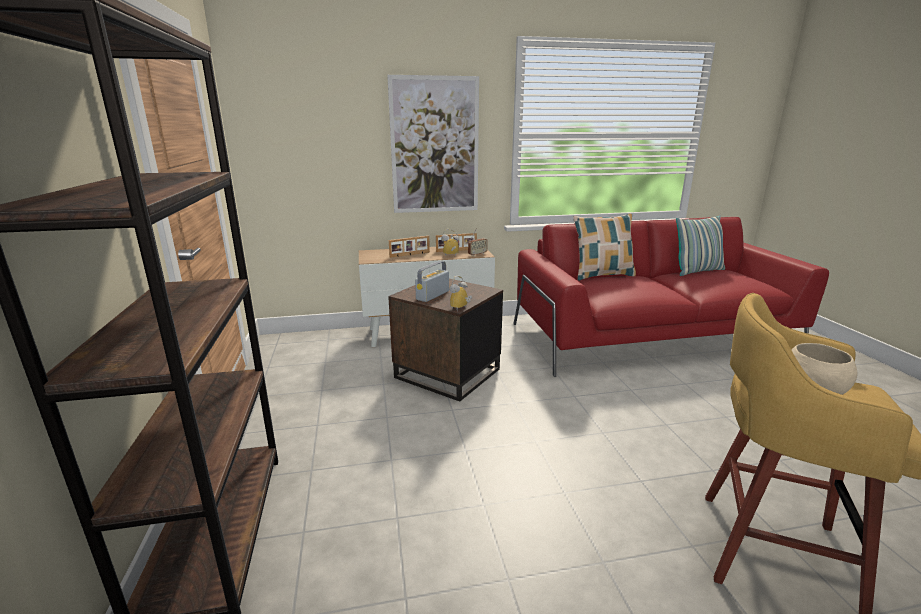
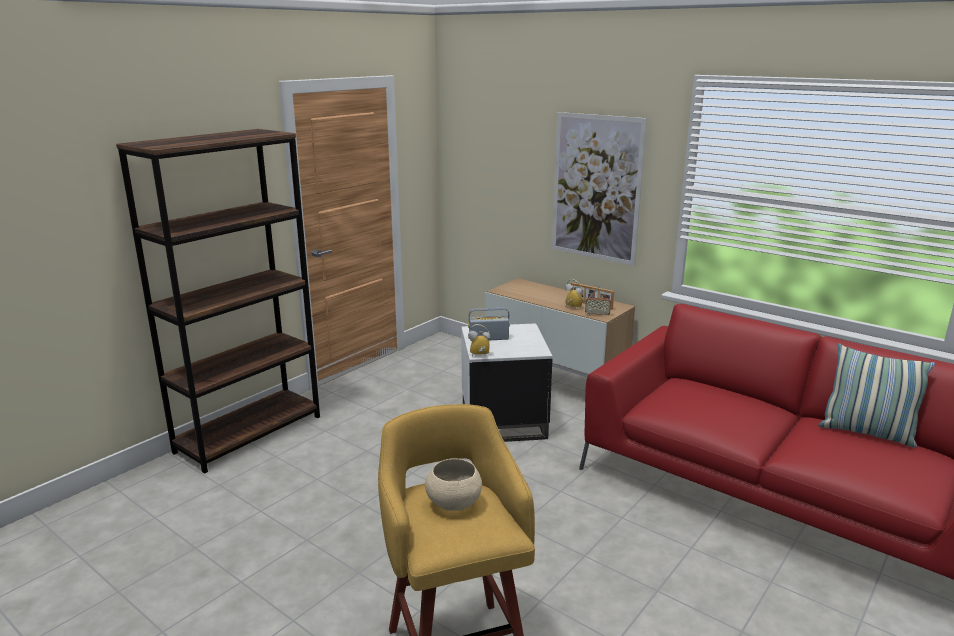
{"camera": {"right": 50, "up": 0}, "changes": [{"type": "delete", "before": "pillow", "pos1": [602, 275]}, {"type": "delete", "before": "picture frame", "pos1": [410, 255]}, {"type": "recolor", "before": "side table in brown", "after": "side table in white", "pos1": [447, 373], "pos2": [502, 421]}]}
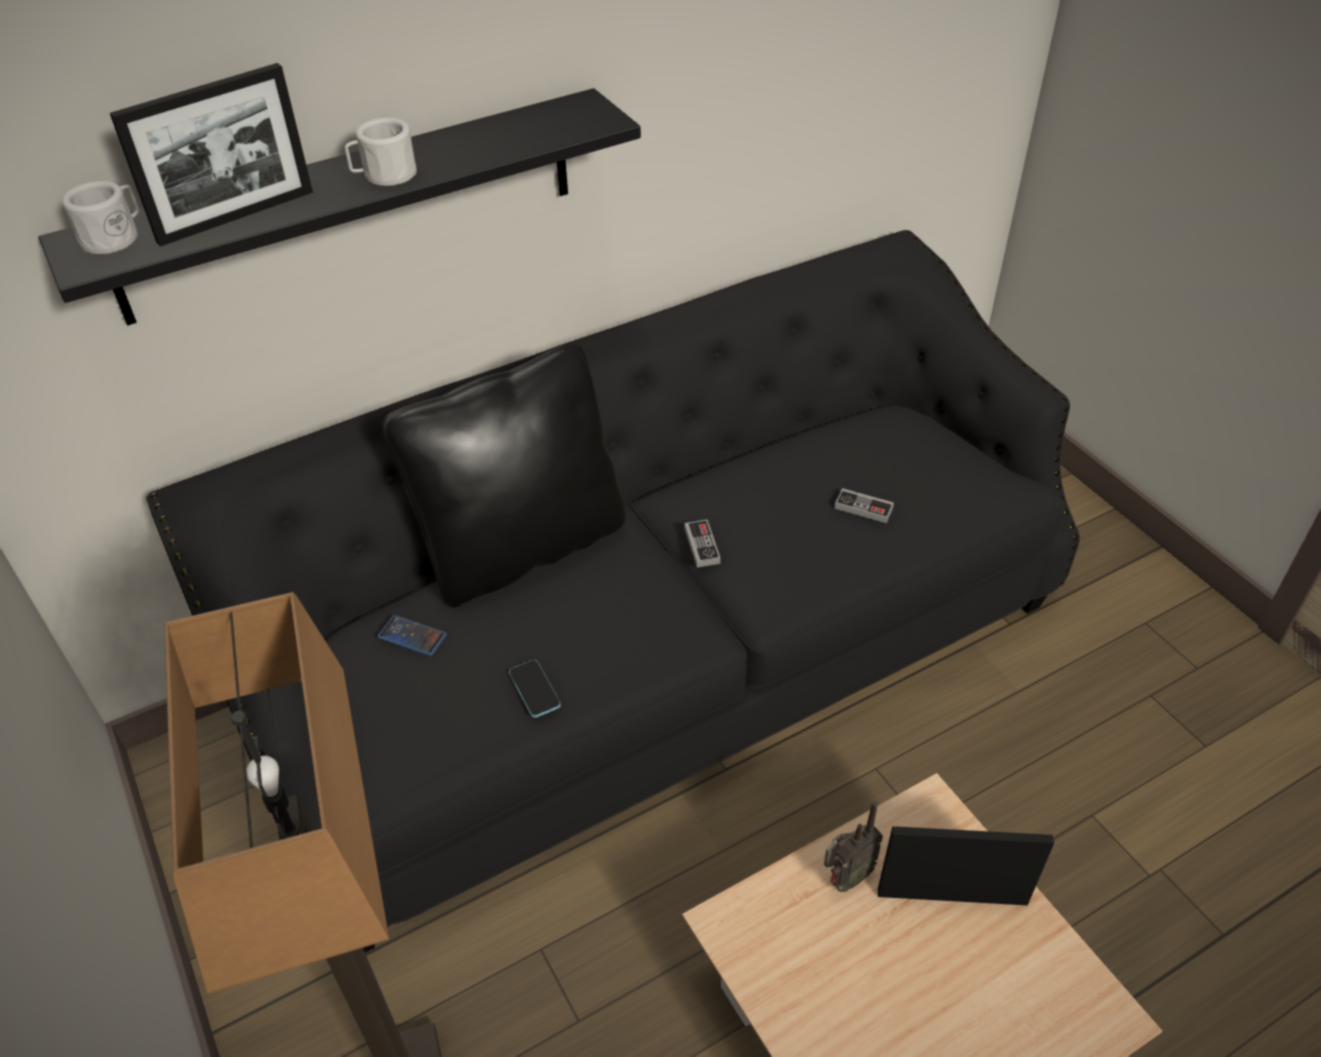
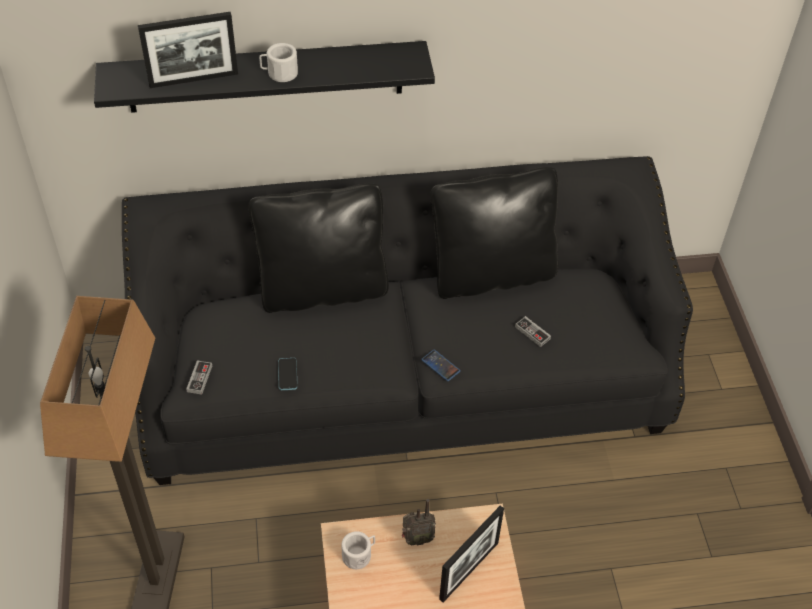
{"camera": {"right": 20, "up": 5}, "changes": [{"type": "move", "before": "mug in white", "pos1": [115, 237], "pos2": [359, 554]}, {"type": "move", "before": "game controller", "pos1": [702, 545], "pos2": [199, 378]}, {"type": "move", "before": "phone", "pos1": [412, 636], "pos2": [440, 365]}, {"type": "rotate", "before": "picture frame", "pos1": [952, 897], "pos2": [469, 571], "turn": 105}, {"type": "insert", "after": "pillow in black", "pos2": [491, 274]}]}
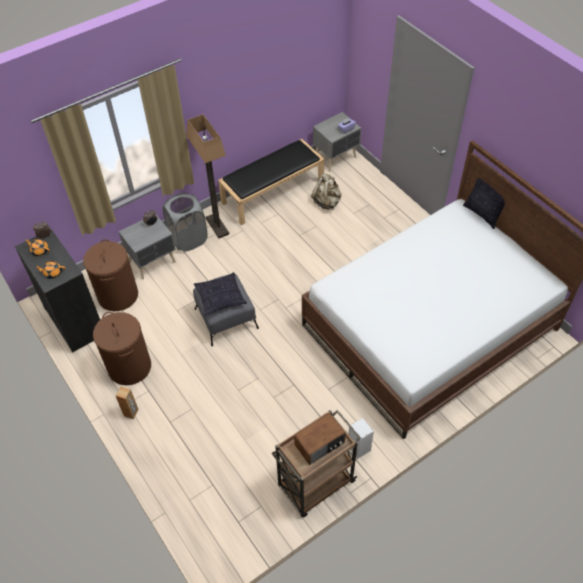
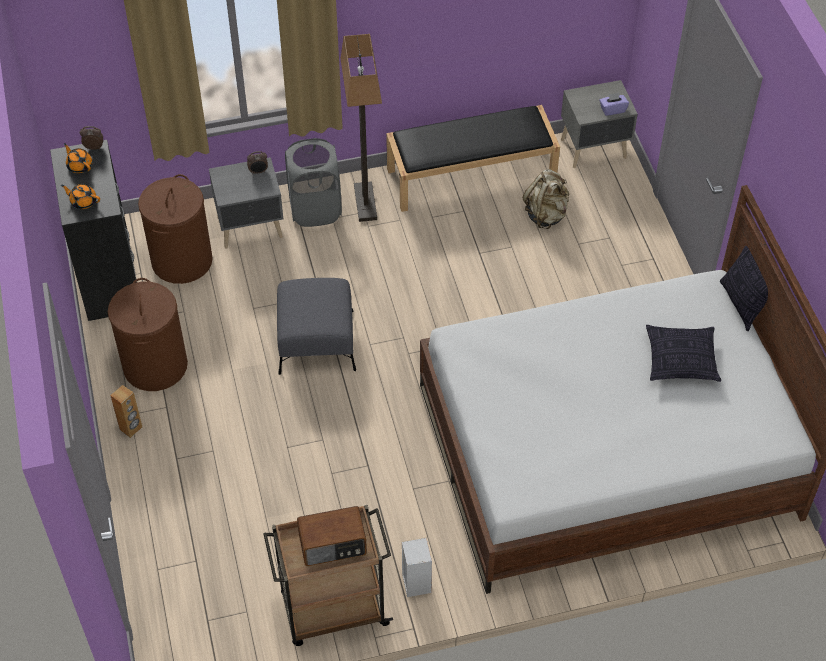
{"camera": {"right": 20, "up": 0}, "changes": [{"type": "move", "before": "pillow", "pos1": [220, 298], "pos2": [681, 360]}]}
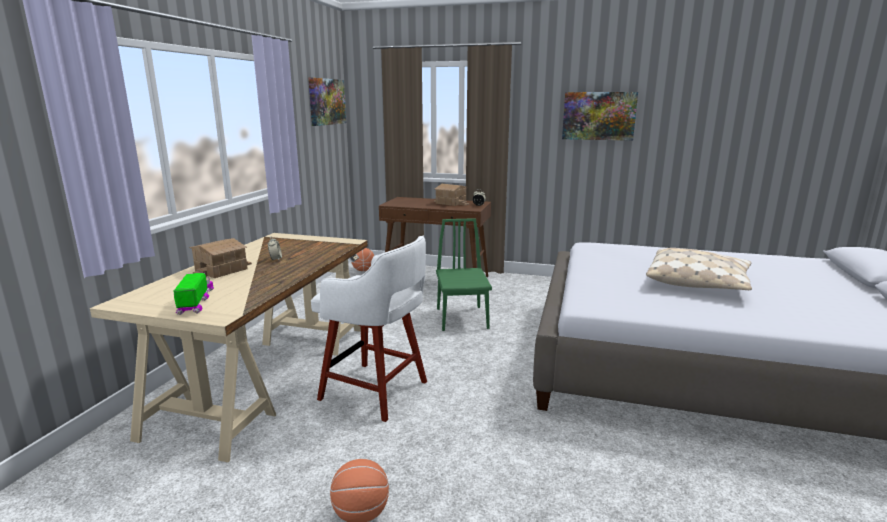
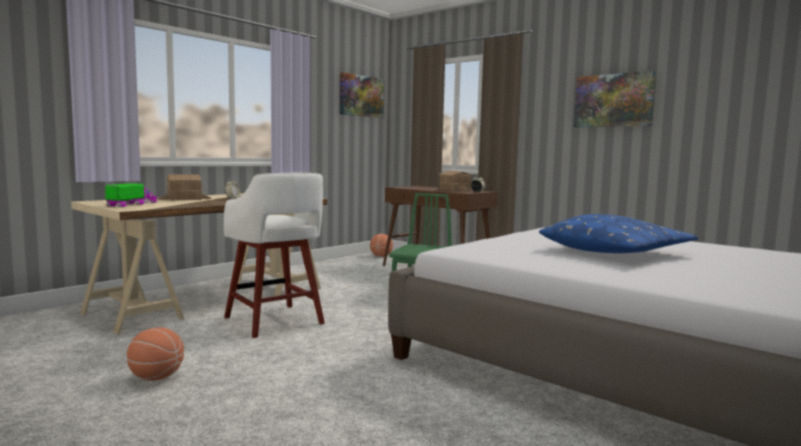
{"camera": {"right": 25, "up": -10}, "changes": [{"type": "recolor", "before": "pillow in beige", "after": "pillow in blue", "pos1": [698, 282], "pos2": [616, 253]}]}
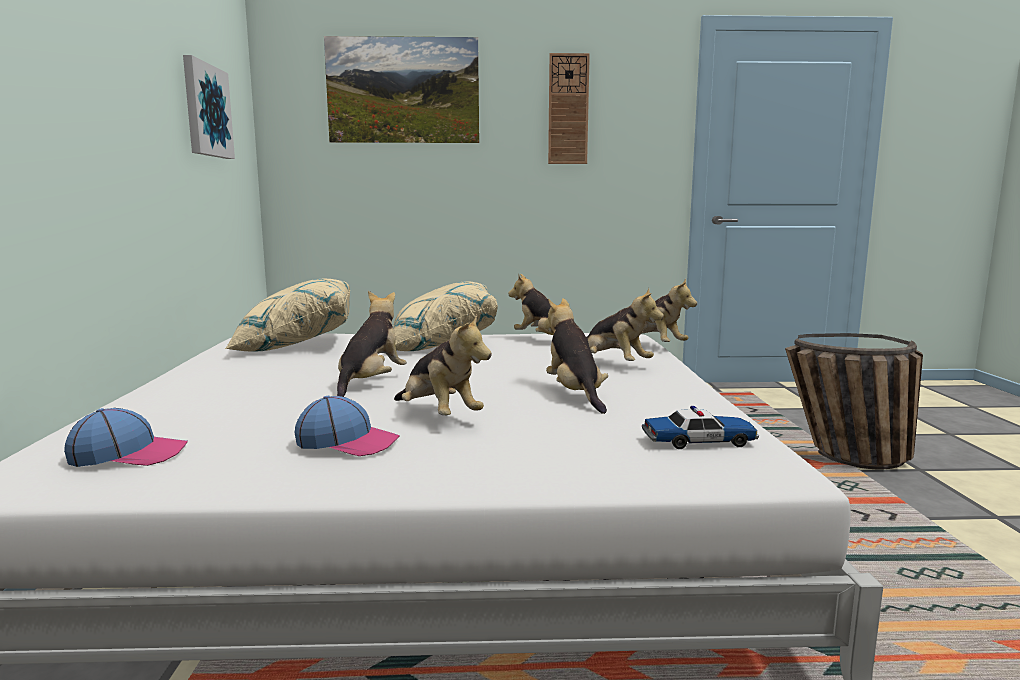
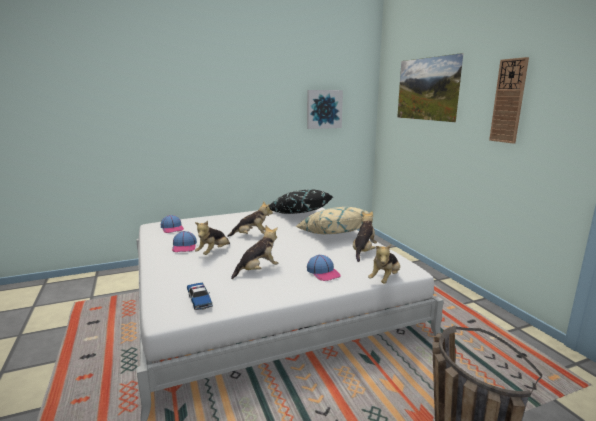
{"camera": {"right": 70, "up": 5}, "changes": [{"type": "recolor", "before": "pillow in beige", "after": "pillow in black", "pos1": [295, 343], "pos2": [298, 213]}, {"type": "replace", "before": "plush toy", "after": "cap", "pos1": [613, 364], "pos2": [323, 273]}]}
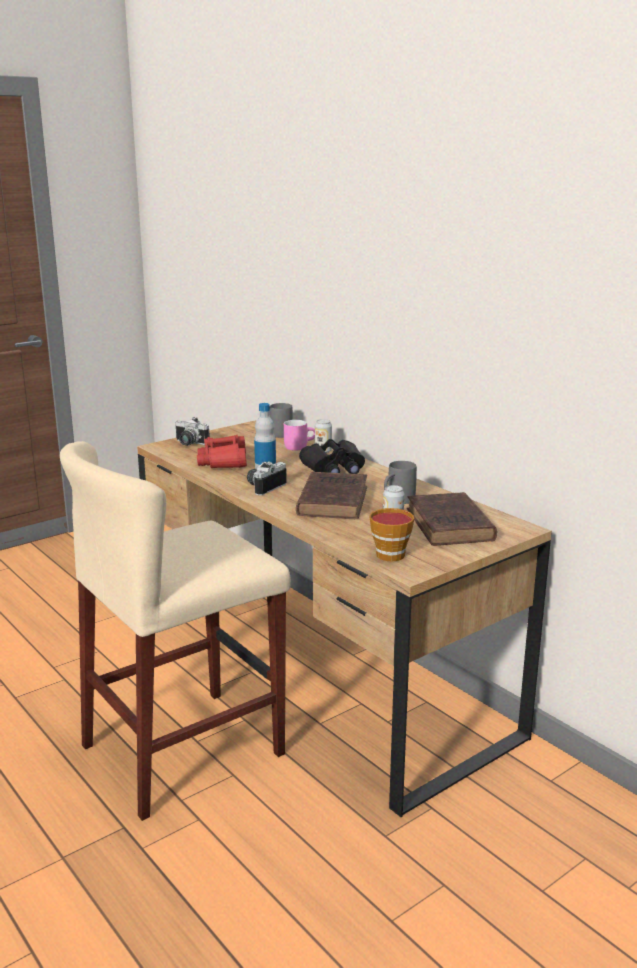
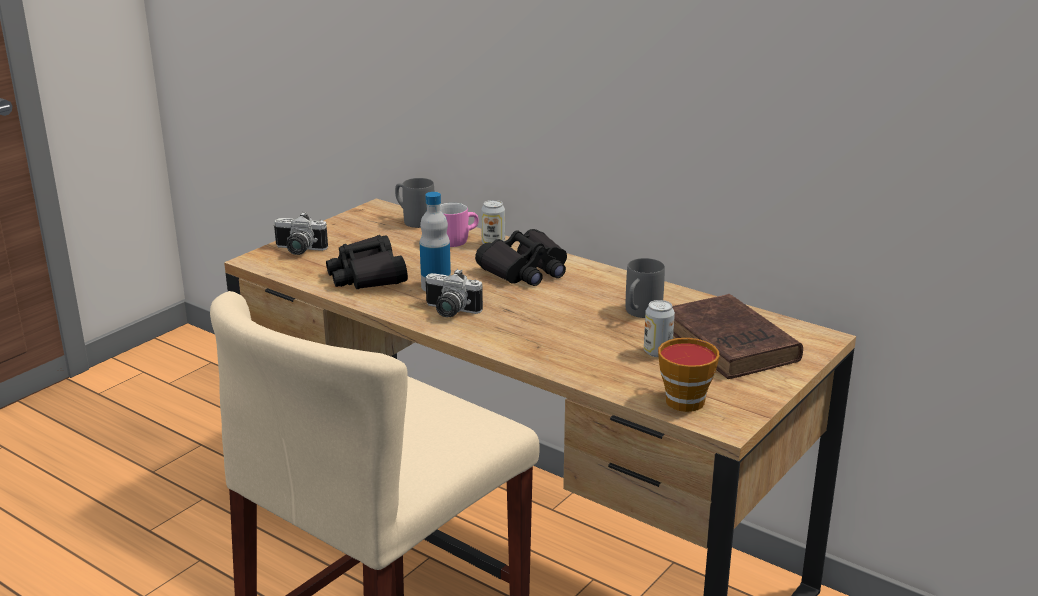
{"camera": {"right": -15, "up": 5}, "changes": [{"type": "recolor", "before": "binoculars in red", "after": "binoculars in black", "pos1": [223, 461], "pos2": [367, 276]}, {"type": "rotate", "before": "photo camera", "pos1": [264, 487], "pos2": [449, 312], "turn": -90}, {"type": "delete", "before": "book in brown", "pos1": [333, 500]}]}
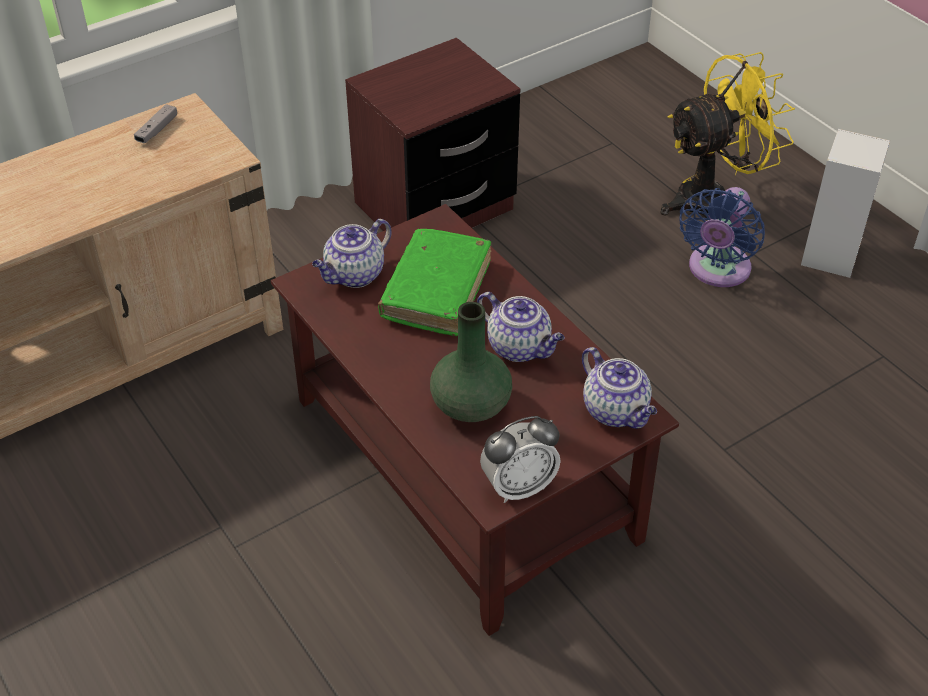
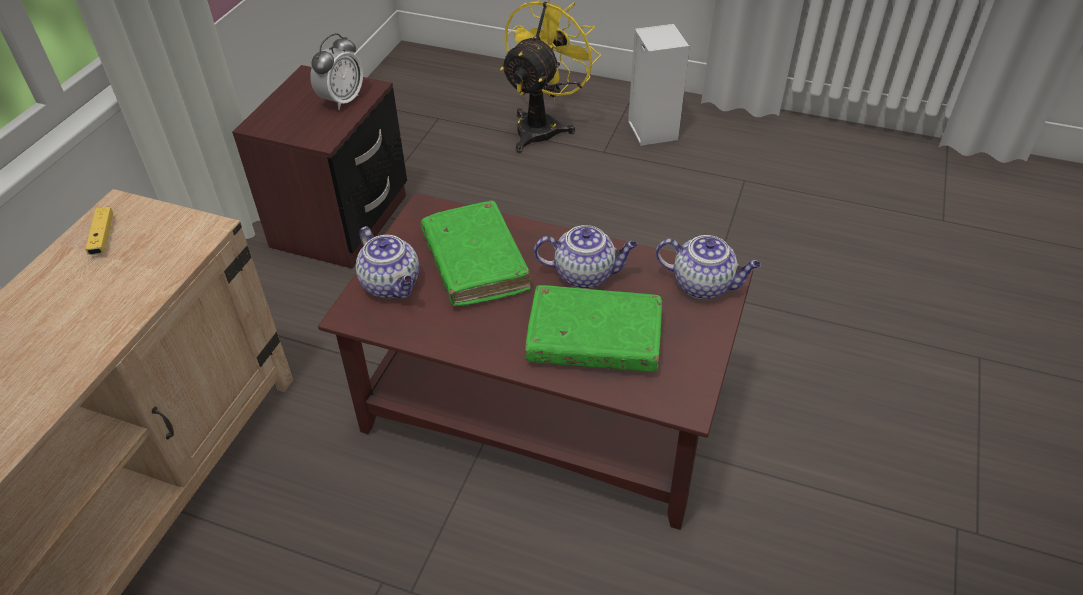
{"camera": {"right": -35, "up": 0}, "changes": [{"type": "recolor", "before": "game controller in grey", "after": "game controller in yellow", "pos1": [157, 130], "pos2": [103, 237]}, {"type": "delete", "before": "fan in blue", "pos1": [717, 271]}, {"type": "rotate", "before": "teapot", "pos1": [354, 275], "pos2": [392, 285], "turn": -45}, {"type": "replace", "before": "vase in green", "after": "book in green", "pos1": [471, 406], "pos2": [594, 340]}, {"type": "move", "before": "alarm clock", "pos1": [518, 487], "pos2": [342, 100]}]}
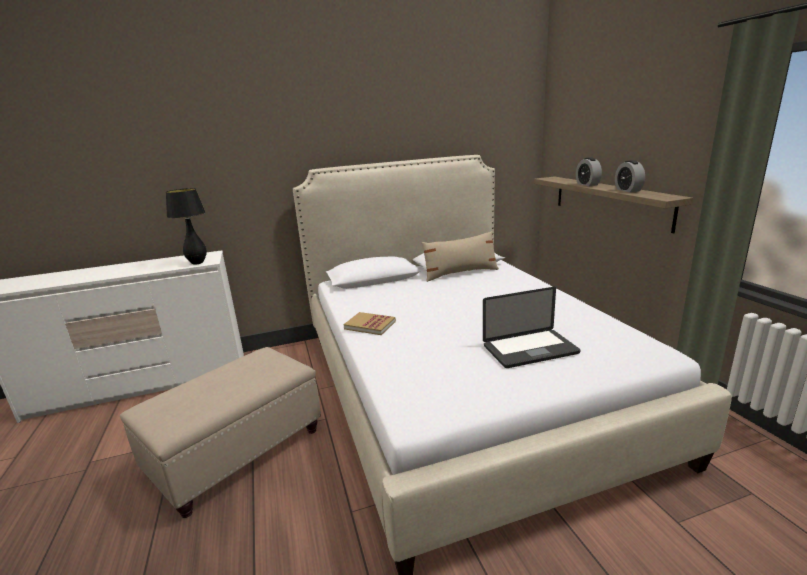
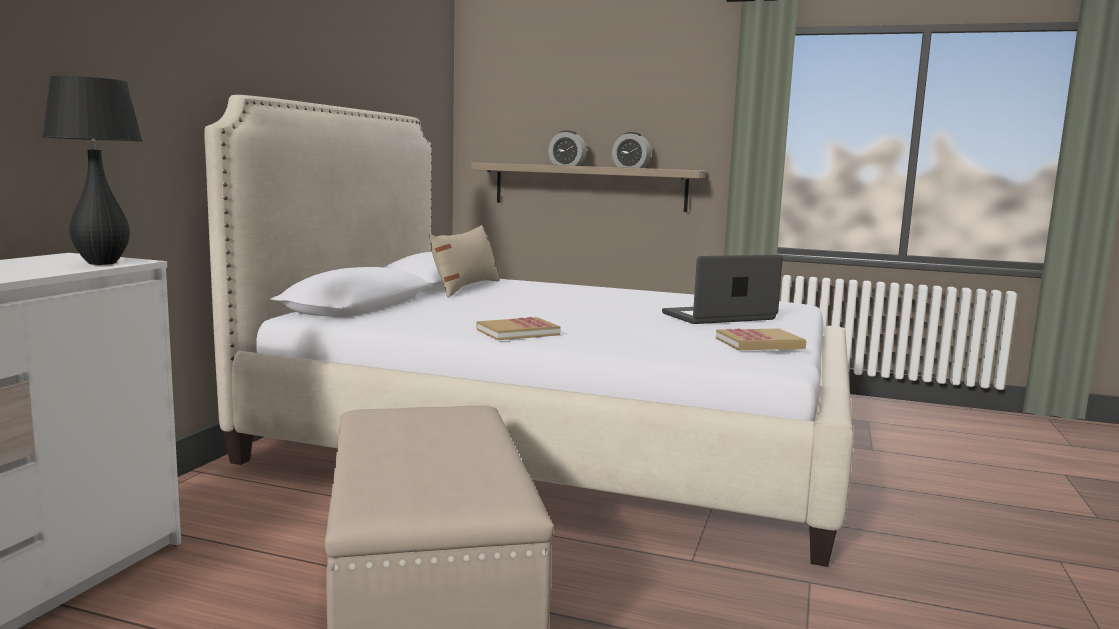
{"camera": {"right": -55, "up": -10}, "changes": [{"type": "rotate", "before": "laptop", "pos1": [530, 349], "pos2": [718, 317], "turn": -135}, {"type": "insert", "after": "book", "pos2": [759, 343]}]}
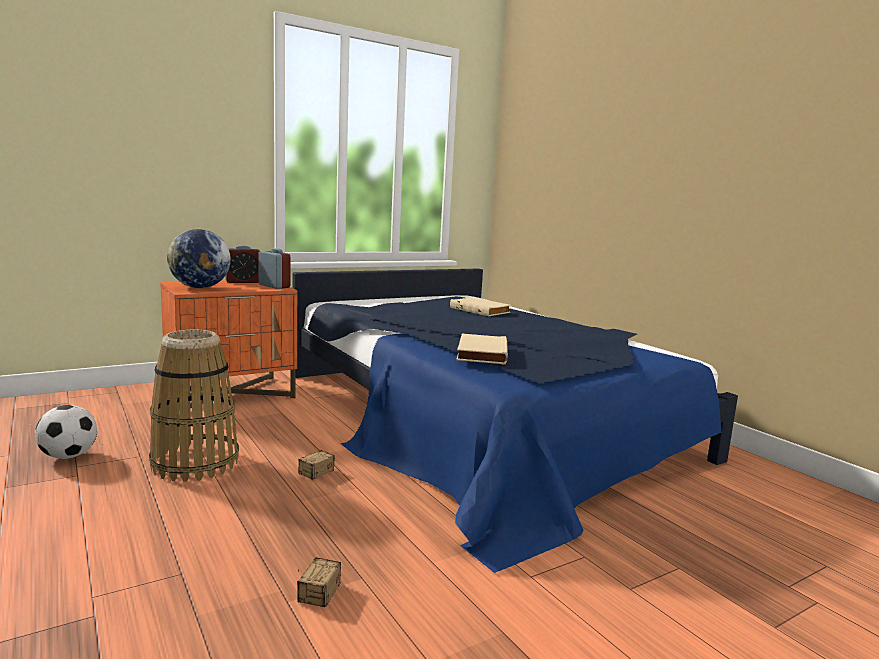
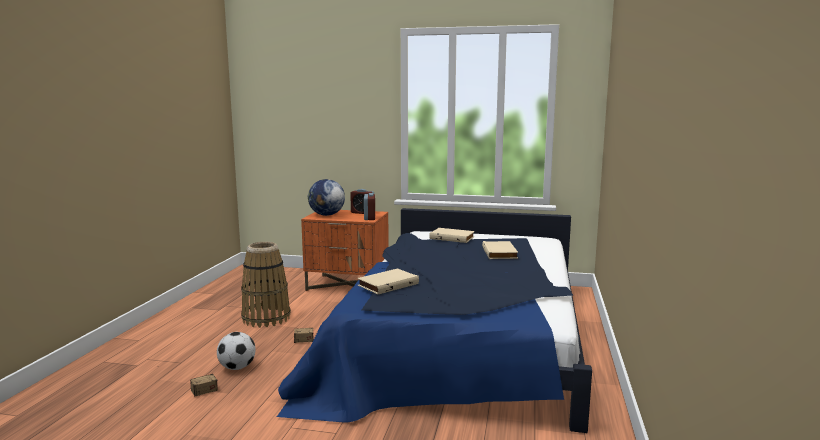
{"camera": {"right": 45, "up": 0}, "changes": [{"type": "move", "before": "football", "pos1": [68, 456], "pos2": [237, 367]}, {"type": "insert", "after": "book in beige", "pos2": [452, 237]}]}
